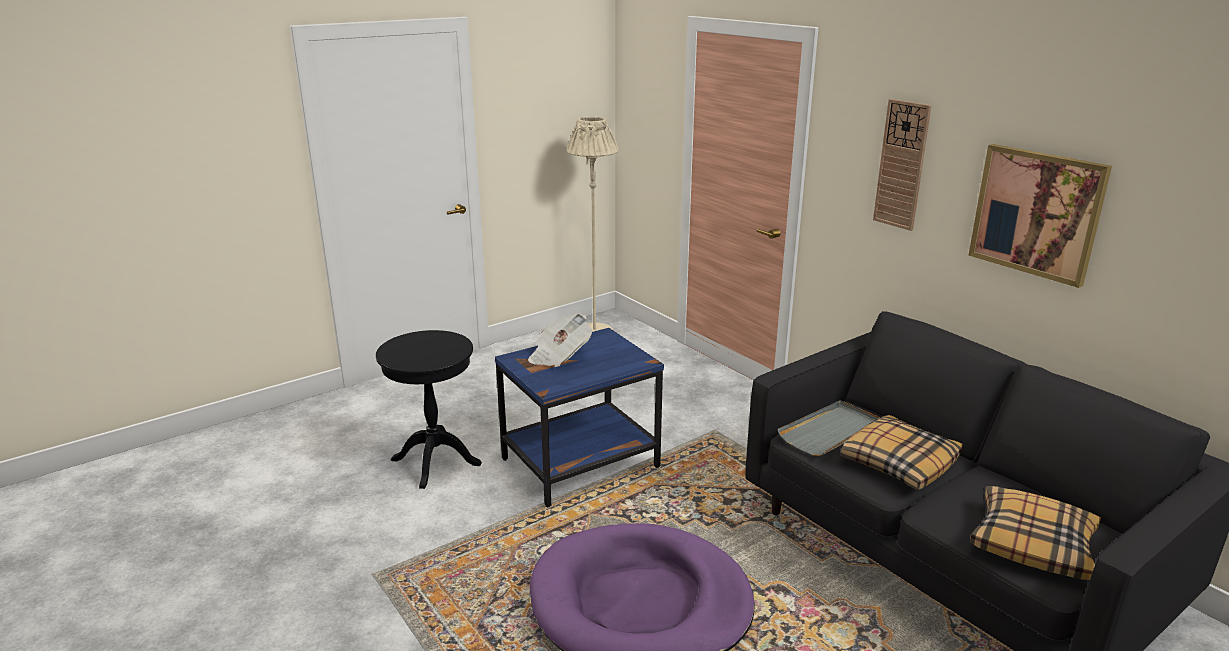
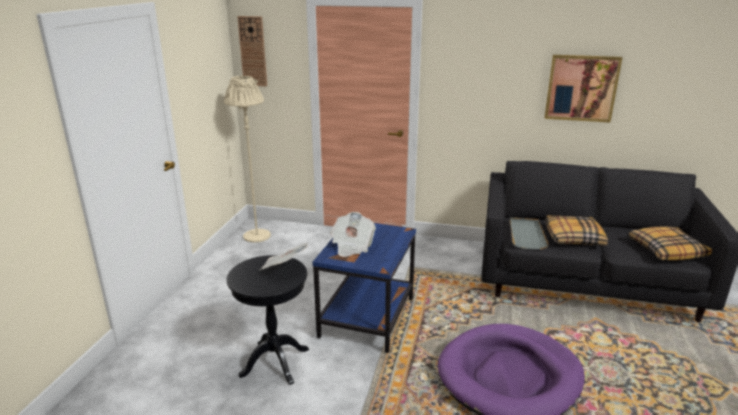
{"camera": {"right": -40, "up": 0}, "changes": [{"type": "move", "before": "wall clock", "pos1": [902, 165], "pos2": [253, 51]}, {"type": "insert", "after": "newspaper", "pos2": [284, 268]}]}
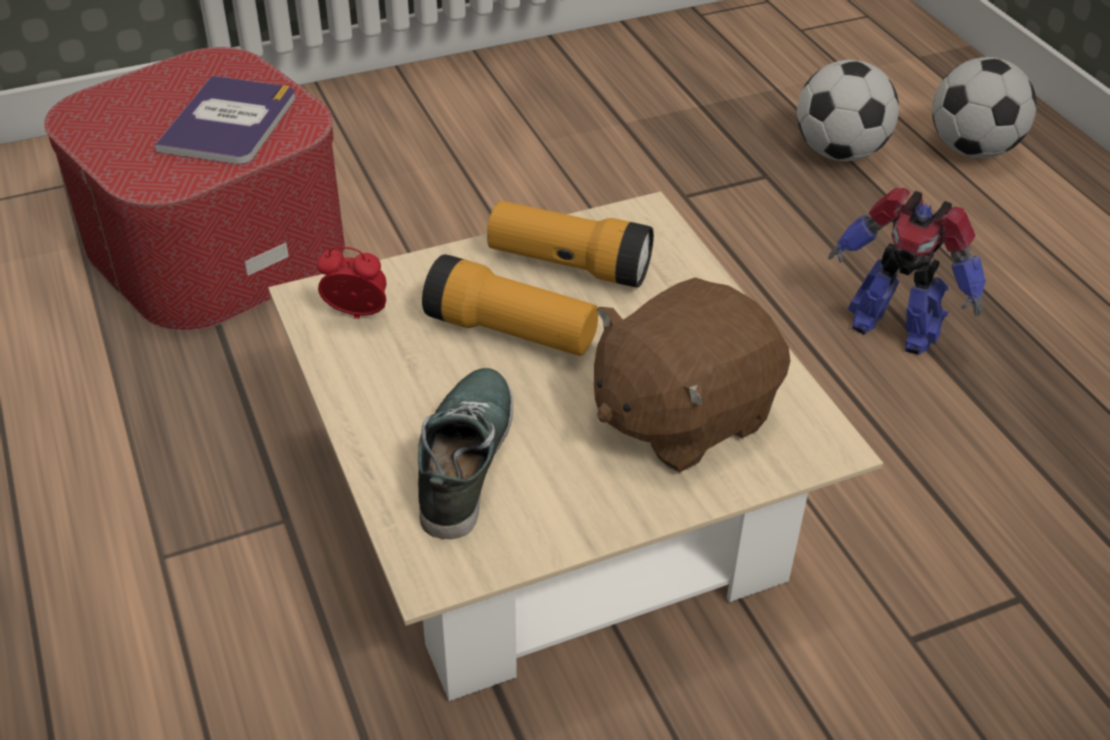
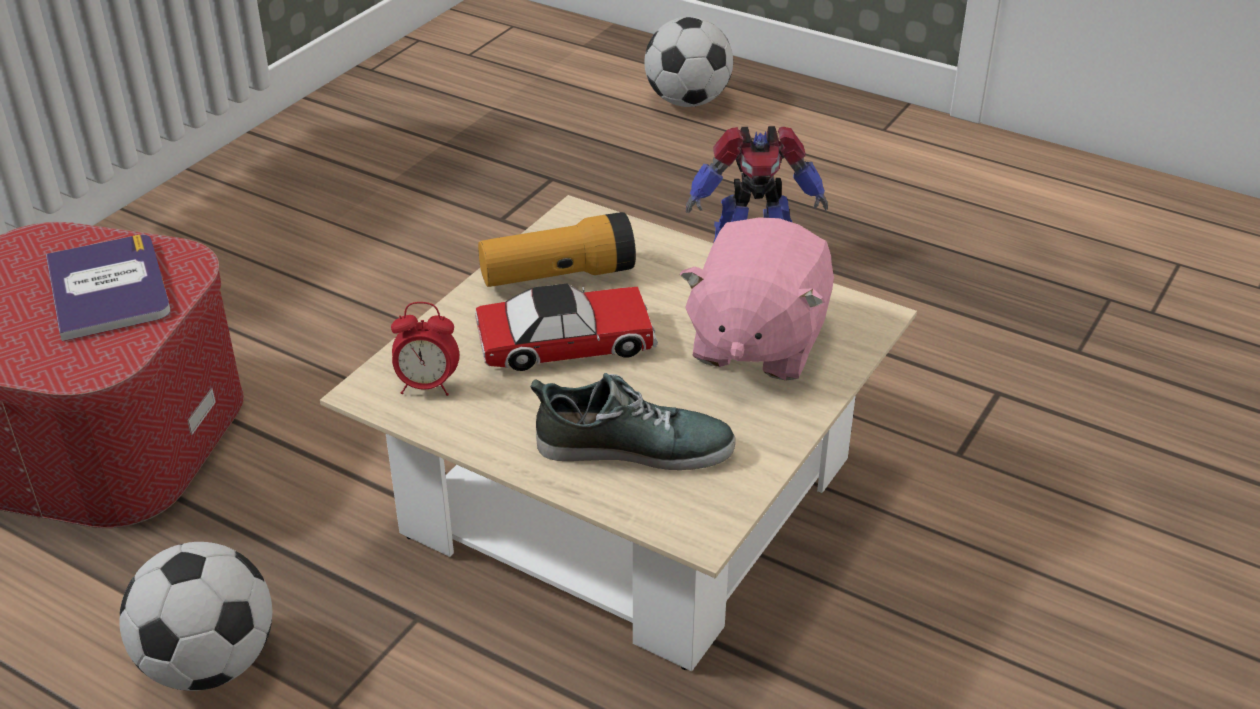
{"camera": {"right": -35, "up": -5}, "changes": [{"type": "move", "before": "football", "pos1": [839, 152], "pos2": [210, 663]}, {"type": "rotate", "before": "alarm clock", "pos1": [357, 315], "pos2": [427, 386], "turn": -150}, {"type": "replace", "before": "flashlight", "after": "toy car", "pos1": [511, 332], "pos2": [567, 342]}, {"type": "recolor", "before": "plush toy in brown", "after": "plush toy in pink", "pos1": [681, 415], "pos2": [756, 342]}, {"type": "rotate", "before": "shoe", "pos1": [464, 459], "pos2": [634, 446], "turn": 120}]}
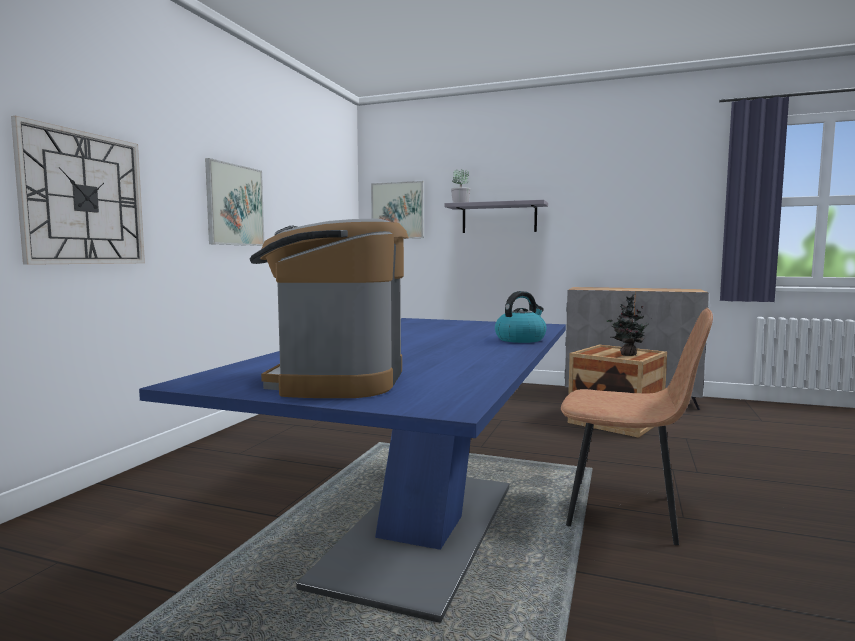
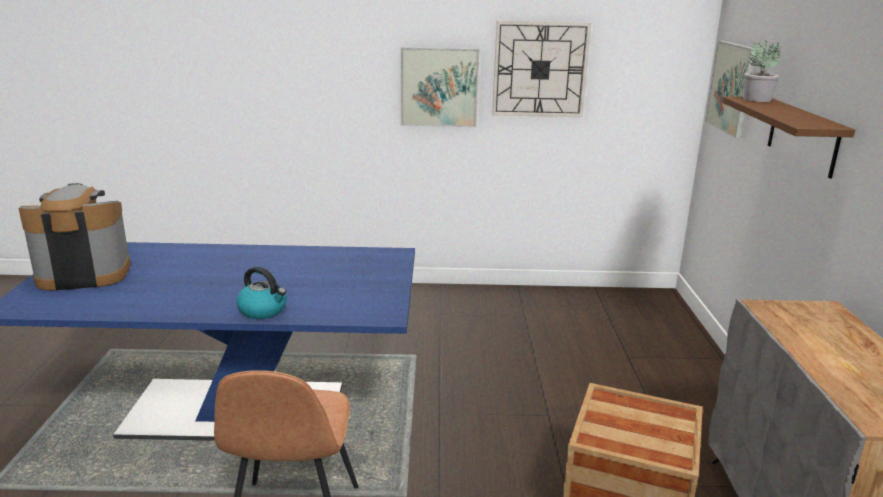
{"camera": {"right": 70, "up": 15}, "changes": [{"type": "move", "before": "wall clock", "pos1": [83, 198], "pos2": [540, 69]}, {"type": "recolor", "before": "shelf in grey", "after": "shelf in brown", "pos1": [499, 218], "pos2": [802, 136]}, {"type": "delete", "before": "potted plant", "pos1": [626, 354]}]}
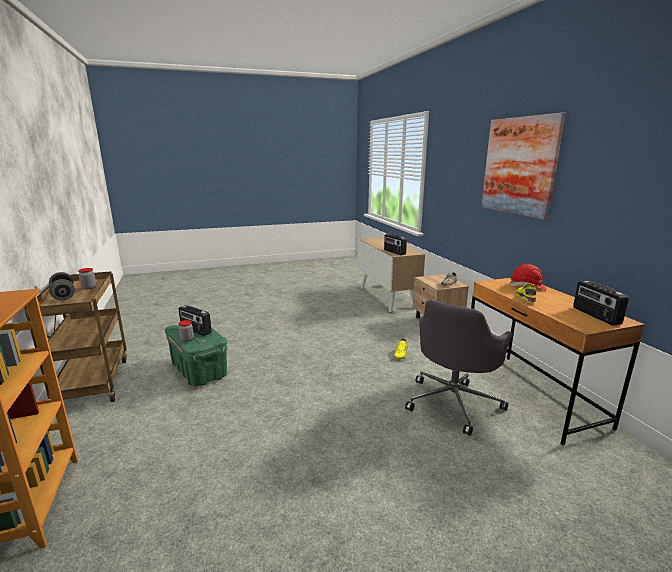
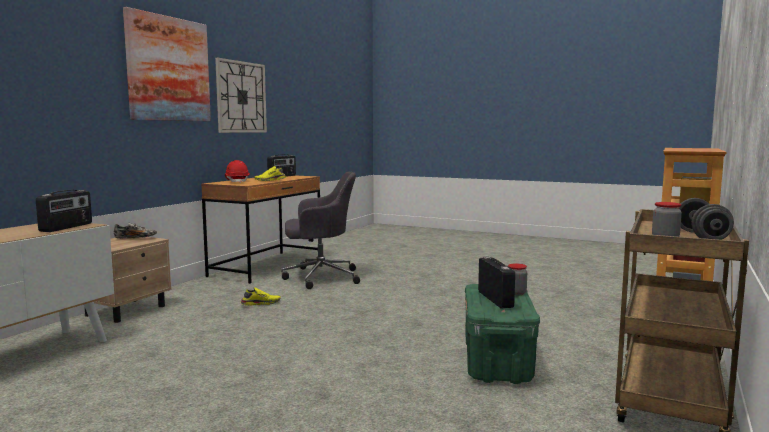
{"camera": {"right": -135, "up": -10}, "changes": [{"type": "insert", "after": "wall clock", "pos2": [241, 97]}]}
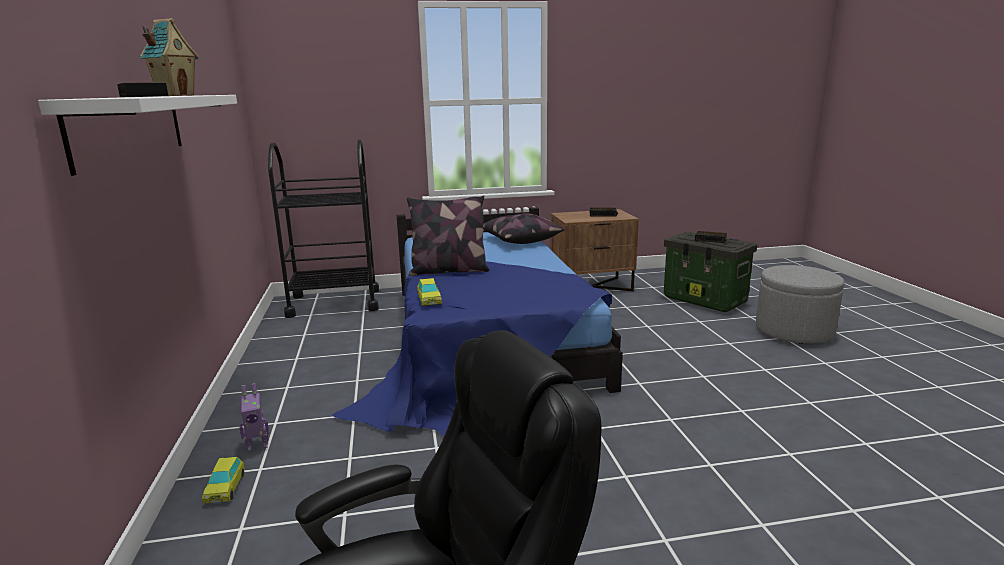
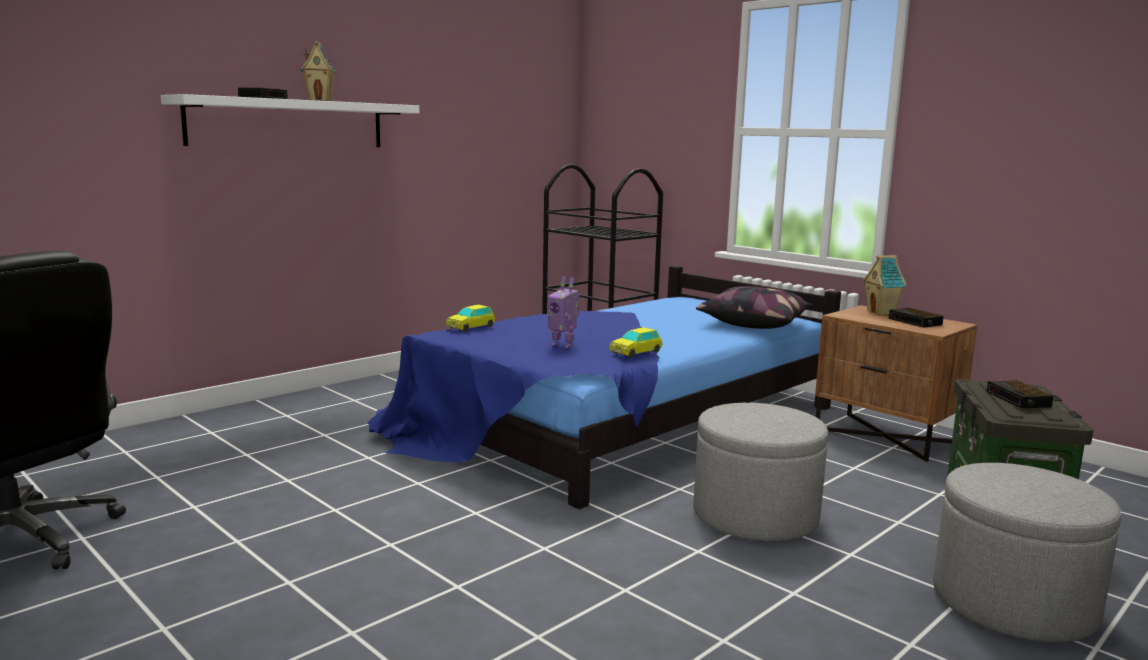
{"camera": {"right": 55, "up": -5}, "changes": [{"type": "delete", "before": "pillow", "pos1": [449, 271]}, {"type": "move", "before": "toy robot", "pos1": [257, 445], "pos2": [563, 345]}, {"type": "move", "before": "toy car", "pos1": [225, 488], "pos2": [635, 352]}, {"type": "insert", "after": "toy house", "pos2": [881, 312]}, {"type": "insert", "after": "ottoman in grey", "pos2": [755, 516]}]}
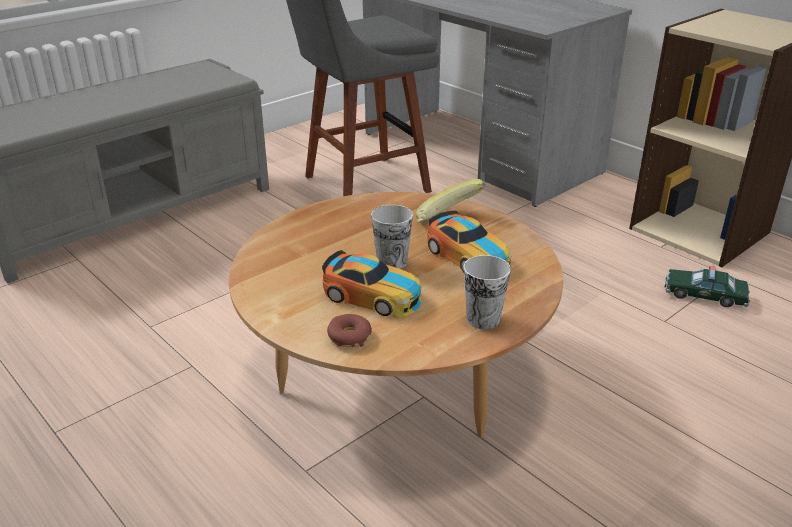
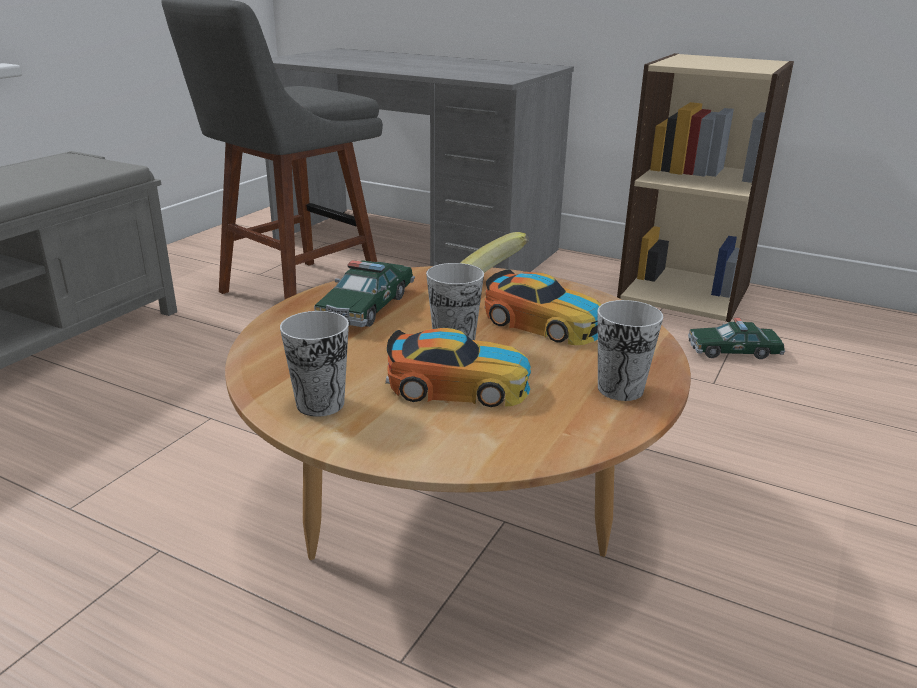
{"camera": {"right": -20, "up": -5}, "changes": [{"type": "delete", "before": "donut", "pos1": [349, 337]}, {"type": "insert", "after": "toy car", "pos2": [366, 307]}, {"type": "insert", "after": "cup", "pos2": [320, 404]}]}
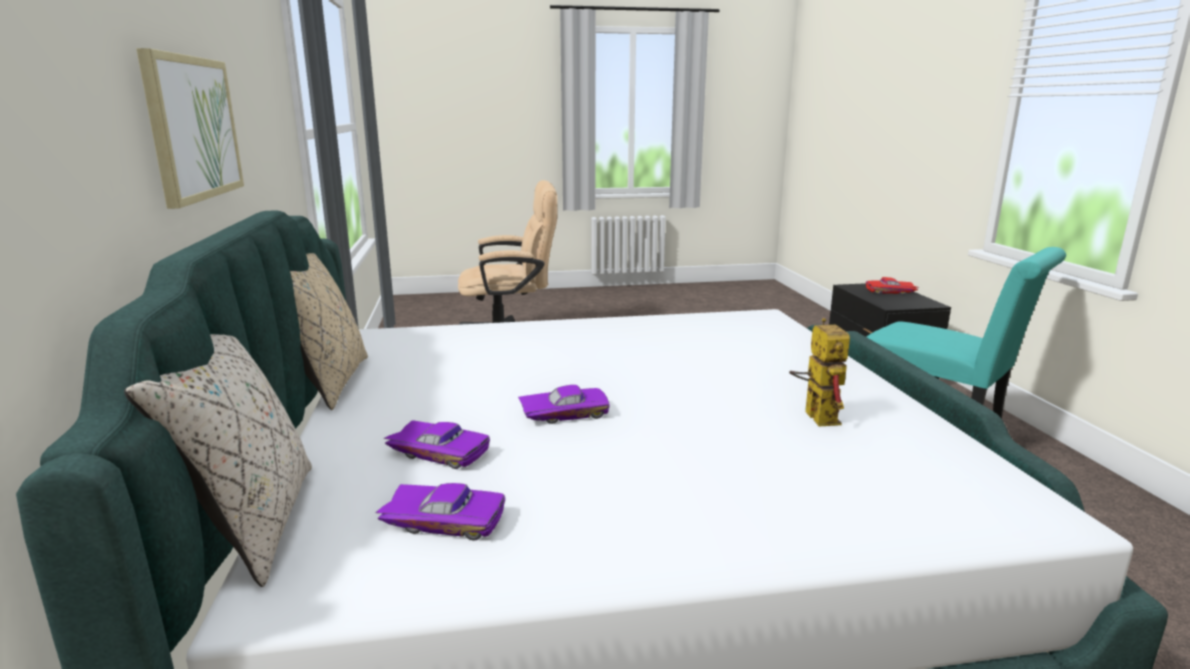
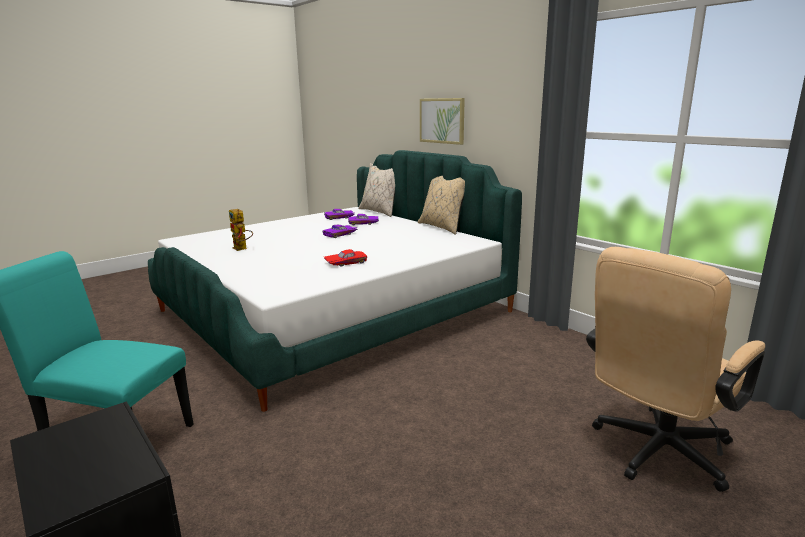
{"camera": {"right": 150, "up": 0}, "changes": [{"type": "move", "before": "toy car in red", "pos1": [890, 292], "pos2": [345, 262]}]}
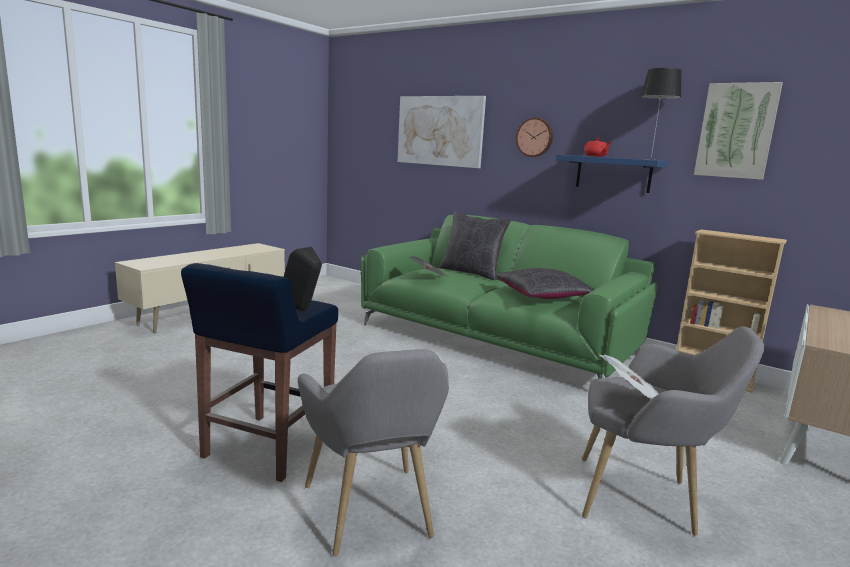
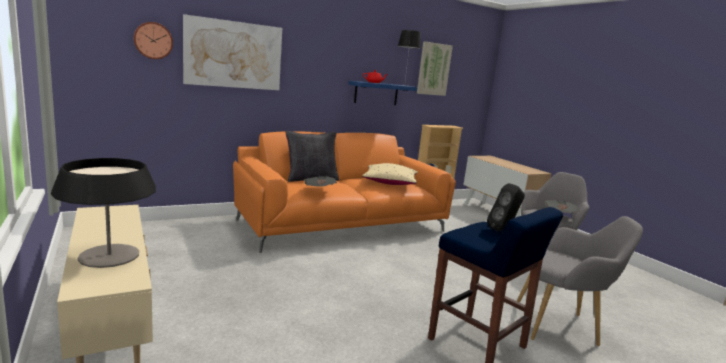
{"camera": {"right": -65, "up": 0}, "changes": [{"type": "move", "before": "wall clock", "pos1": [534, 137], "pos2": [153, 40]}, {"type": "recolor", "before": "sofa in green", "after": "sofa in orange", "pos1": [497, 340], "pos2": [342, 224]}, {"type": "recolor", "before": "pillow in black", "after": "pillow in beige", "pos1": [542, 296], "pos2": [390, 183]}, {"type": "insert", "after": "table lamp", "pos2": [109, 255]}]}
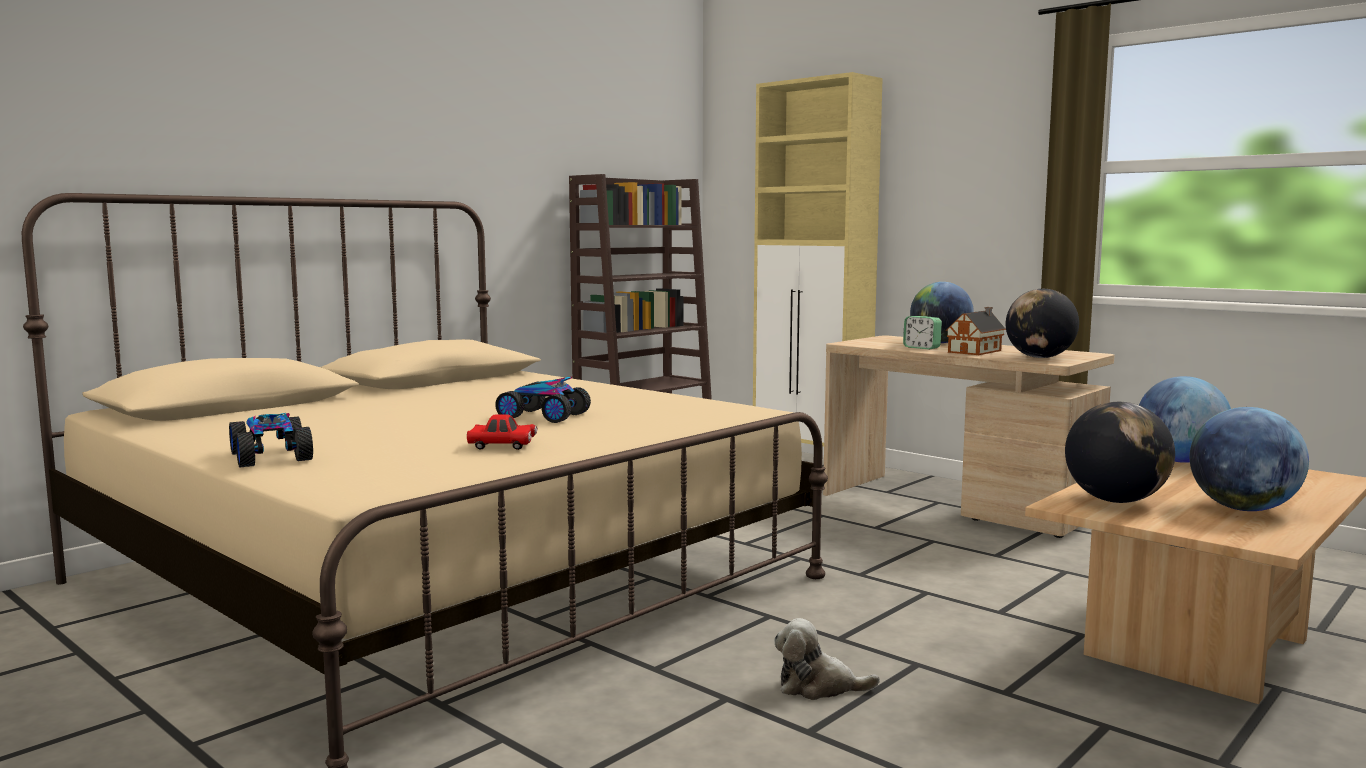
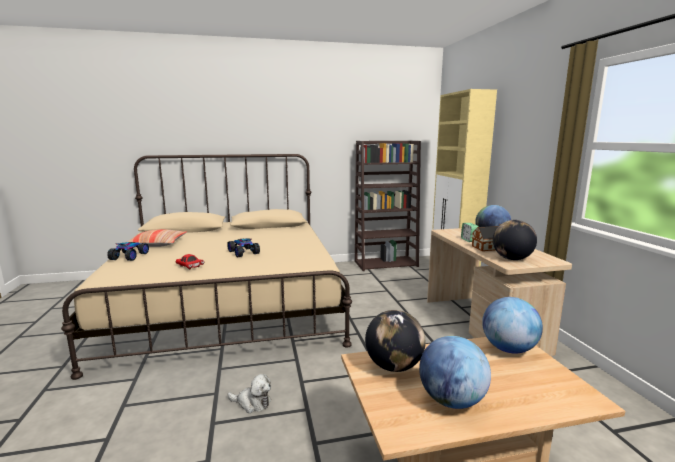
{"camera": {"right": 35, "up": 5}, "changes": [{"type": "rotate", "before": "plush toy", "pos1": [818, 687], "pos2": [252, 403], "turn": 150}, {"type": "insert", "after": "pillow", "pos2": [157, 244]}]}
